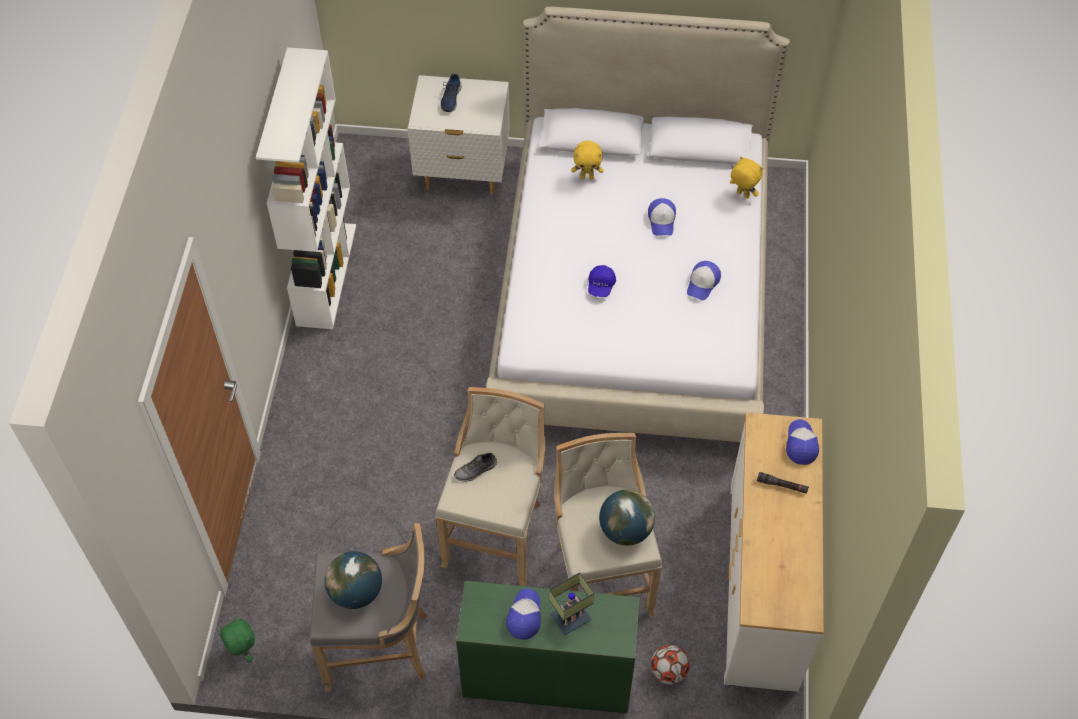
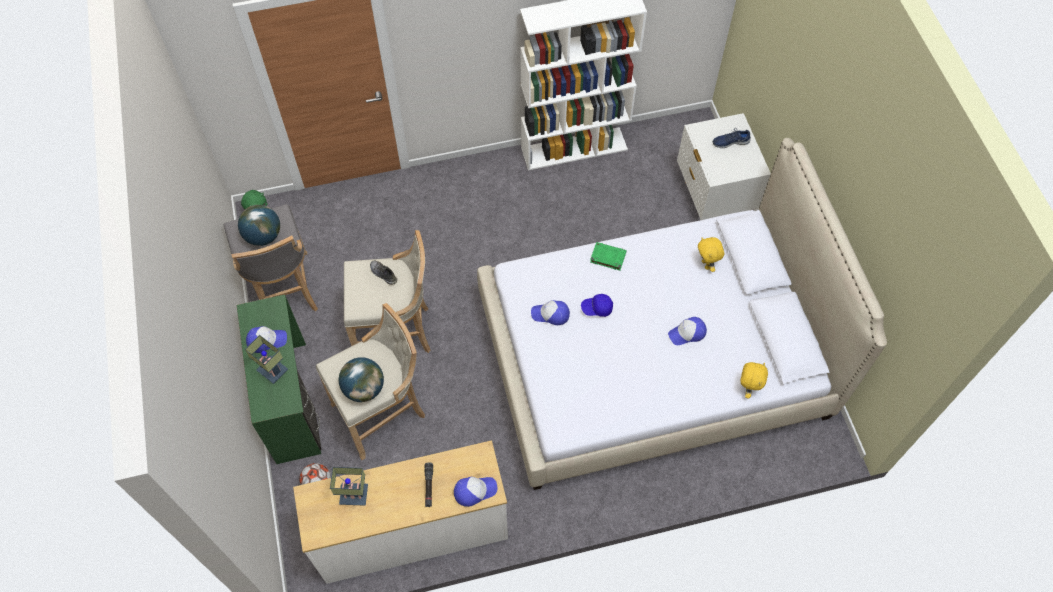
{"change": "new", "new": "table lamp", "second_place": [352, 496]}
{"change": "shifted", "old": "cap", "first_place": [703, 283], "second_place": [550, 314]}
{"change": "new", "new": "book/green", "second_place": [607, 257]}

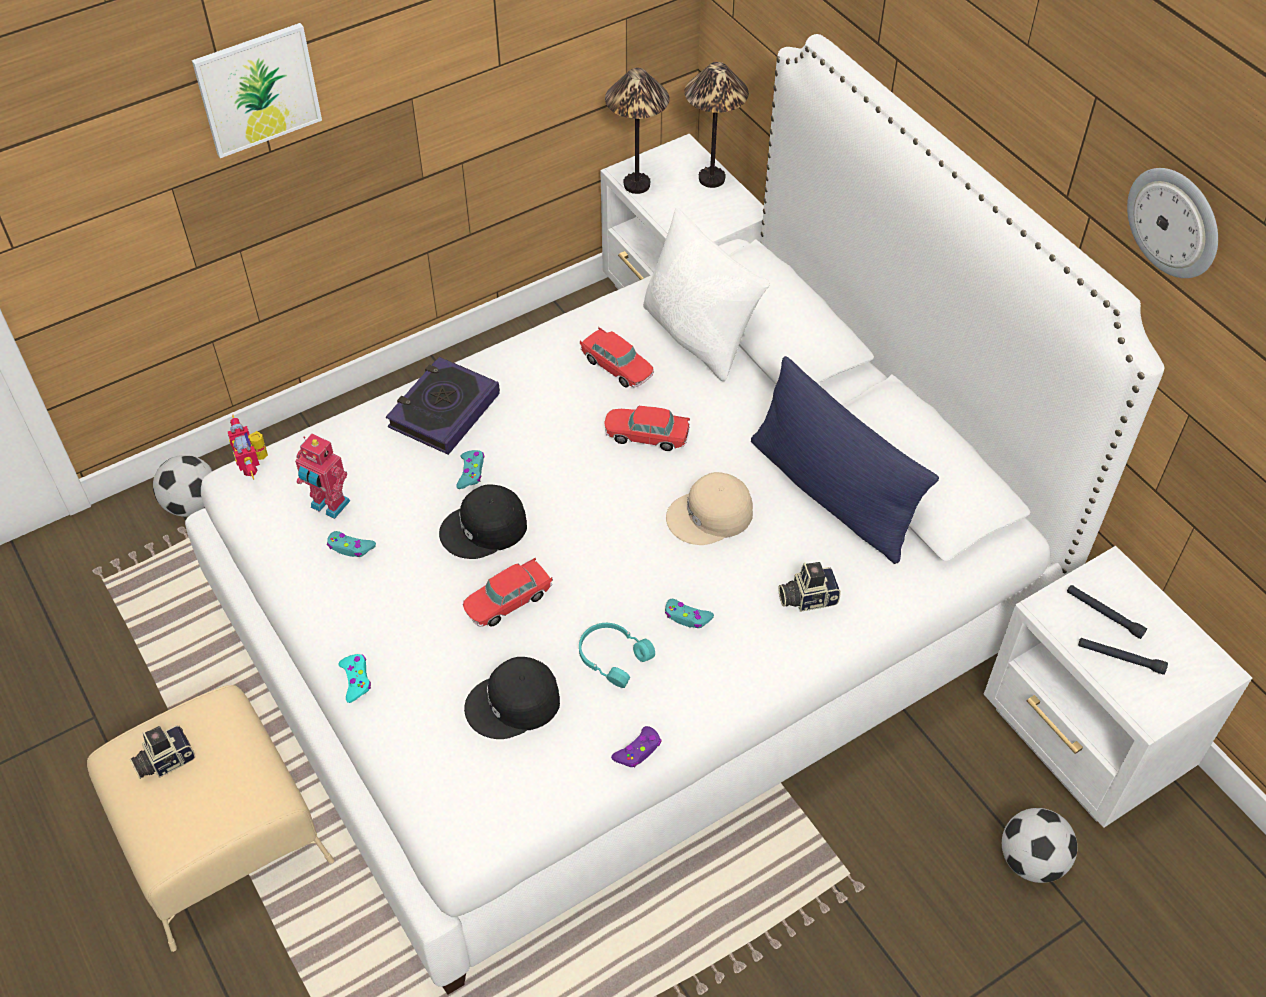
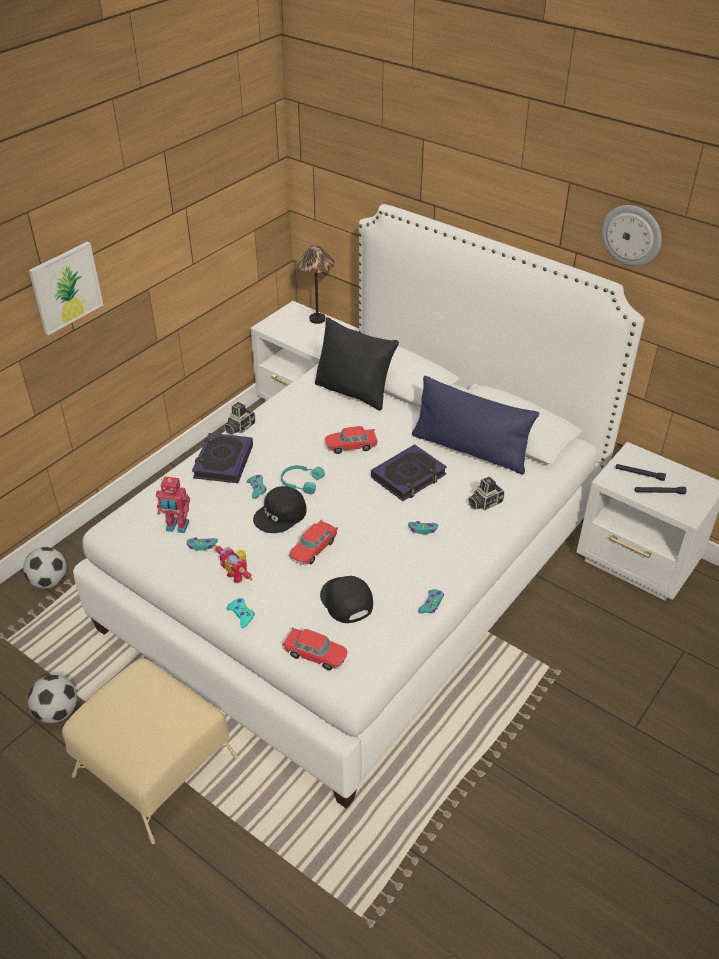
{"change": "shifted", "old": "football", "first_place": [1031, 860], "second_place": [57, 712]}
{"change": "shifted", "old": "toy robot", "first_place": [254, 464], "second_place": [237, 575]}
{"change": "shifted", "old": "photo camera", "first_place": [164, 760], "second_place": [239, 427]}
{"change": "shifted", "old": "headphones/turquoise", "first_place": [613, 656], "second_place": [301, 482]}
{"change": "shifted", "old": "toy car", "first_place": [617, 367], "second_place": [315, 655]}
{"change": "repainted", "old": "pillow/white", "new": "pillow/black", "first_place": [698, 336], "second_place": [354, 392]}
{"change": "rotated", "old": "cap/black", "first_place": [514, 704], "second_place": [345, 601], "degrees": 105}
{"change": "swapped", "old": "cap/beige", "new": "book", "first_place": [710, 516], "second_place": [409, 477]}
{"change": "repainted", "old": "game controller/purple", "new": "game controller/turquoise", "first_place": [638, 751], "second_place": [431, 604]}
{"change": "gone", "old": "table lamp", "first_place": [636, 185]}

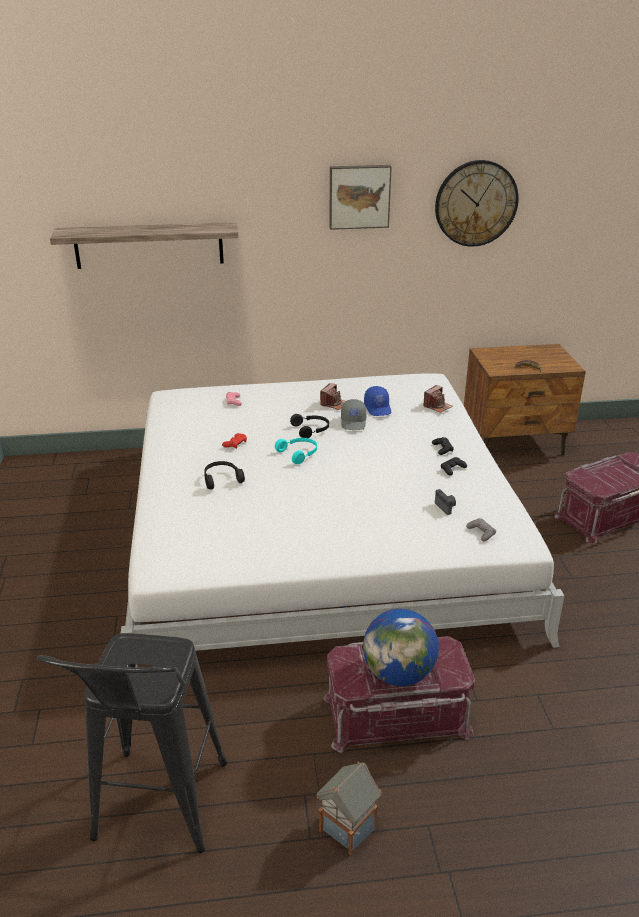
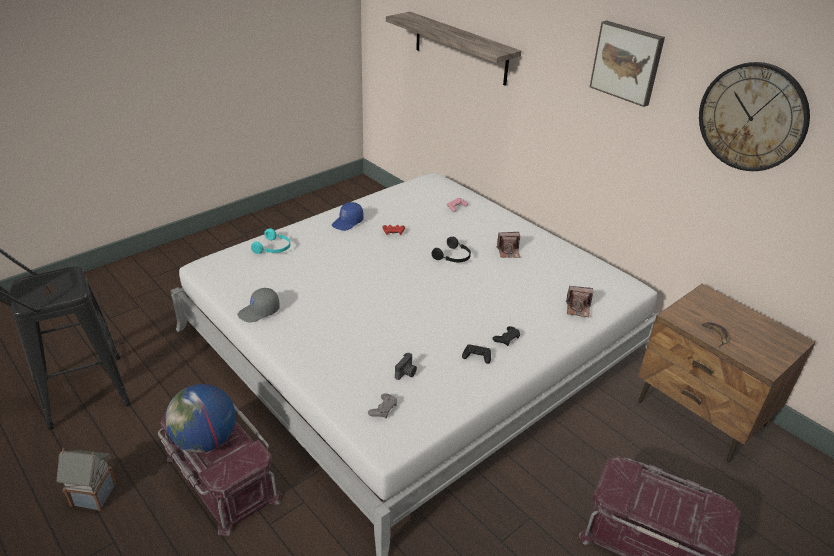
{"change": "shifted", "old": "cap/grey", "first_place": [354, 422], "second_place": [259, 312]}
{"change": "shifted", "old": "headphones/turquoise", "first_place": [299, 453], "second_place": [274, 248]}
{"change": "shifted", "old": "cap/blue", "first_place": [378, 408], "second_place": [348, 222]}
{"change": "gone", "old": "headphones/black", "first_place": [221, 479]}

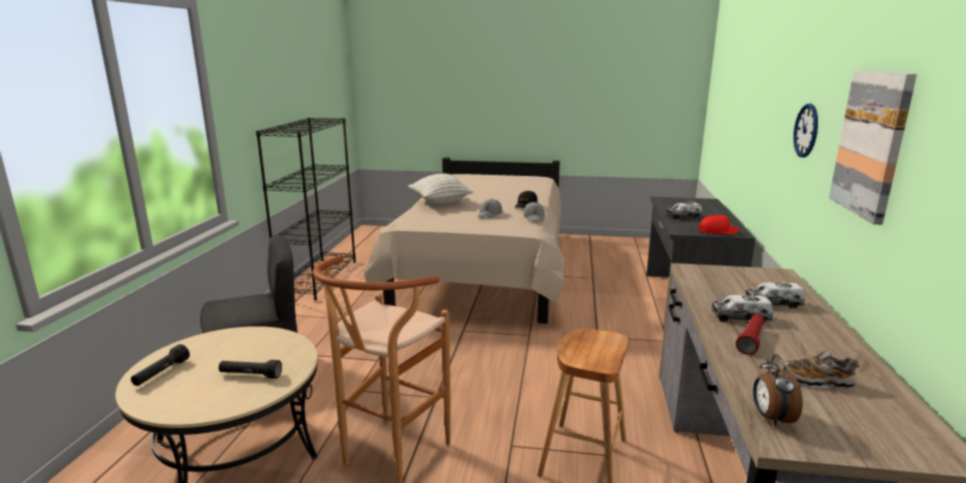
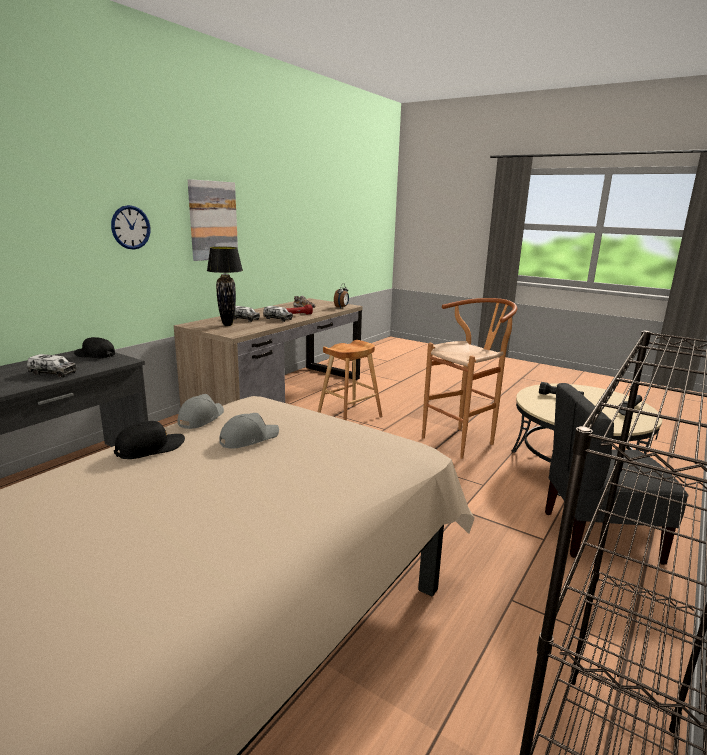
{"change": "repainted", "old": "cap/red", "new": "cap/black", "first_place": [718, 231], "second_place": [95, 355]}
{"change": "new", "new": "table lamp/black", "second_place": [227, 325]}
{"change": "gone", "old": "pillow", "first_place": [440, 203]}

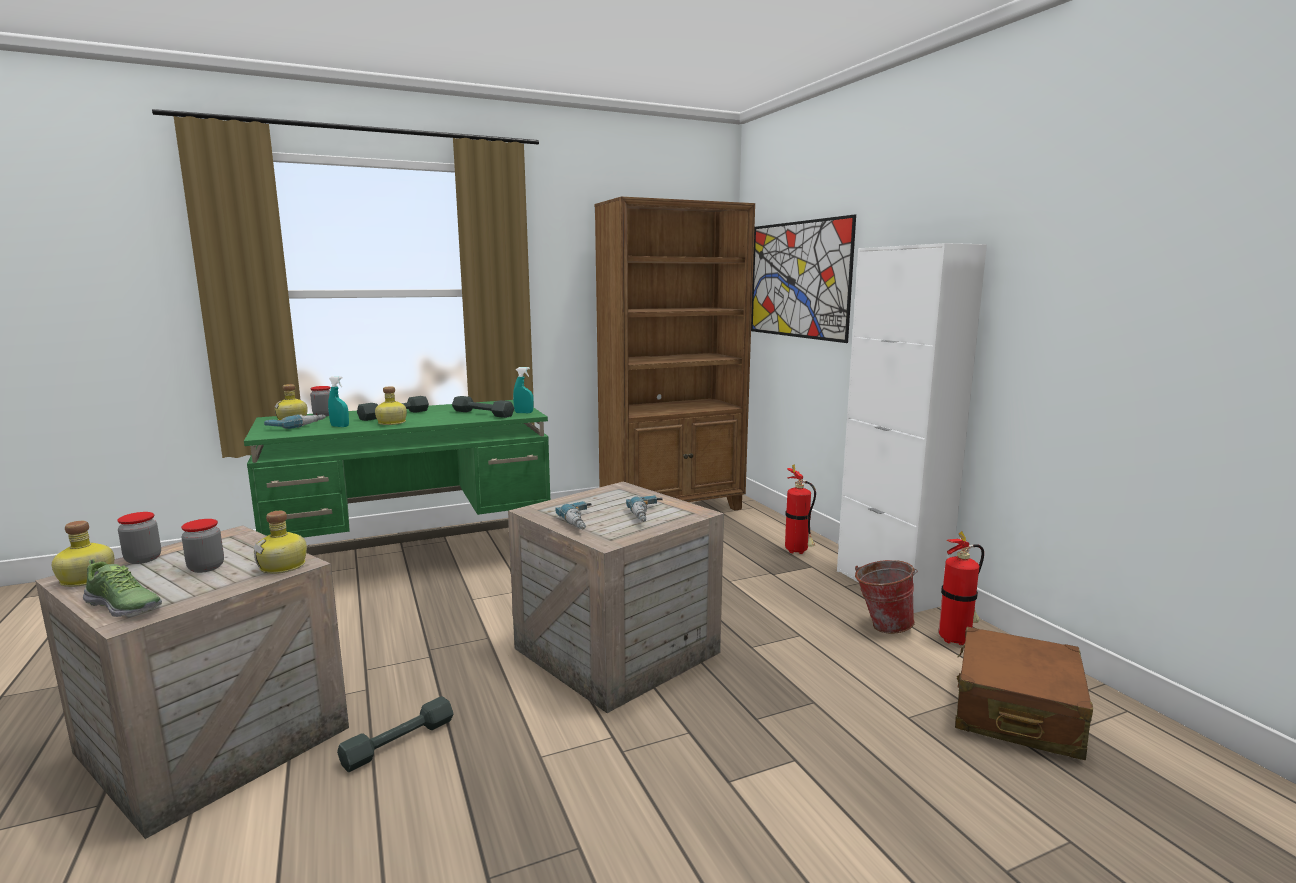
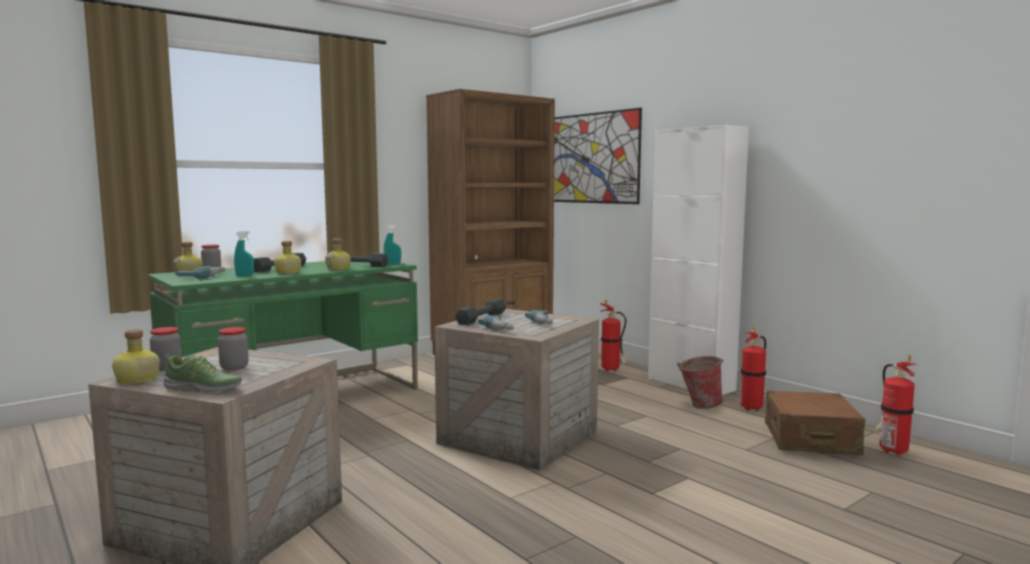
{"change": "shifted", "old": "bottle", "first_place": [284, 566], "second_place": [339, 269]}
{"change": "shifted", "old": "dumbbell/grey", "first_place": [398, 742], "second_place": [481, 318]}
{"change": "new", "new": "fire extinguisher", "second_place": [891, 450]}

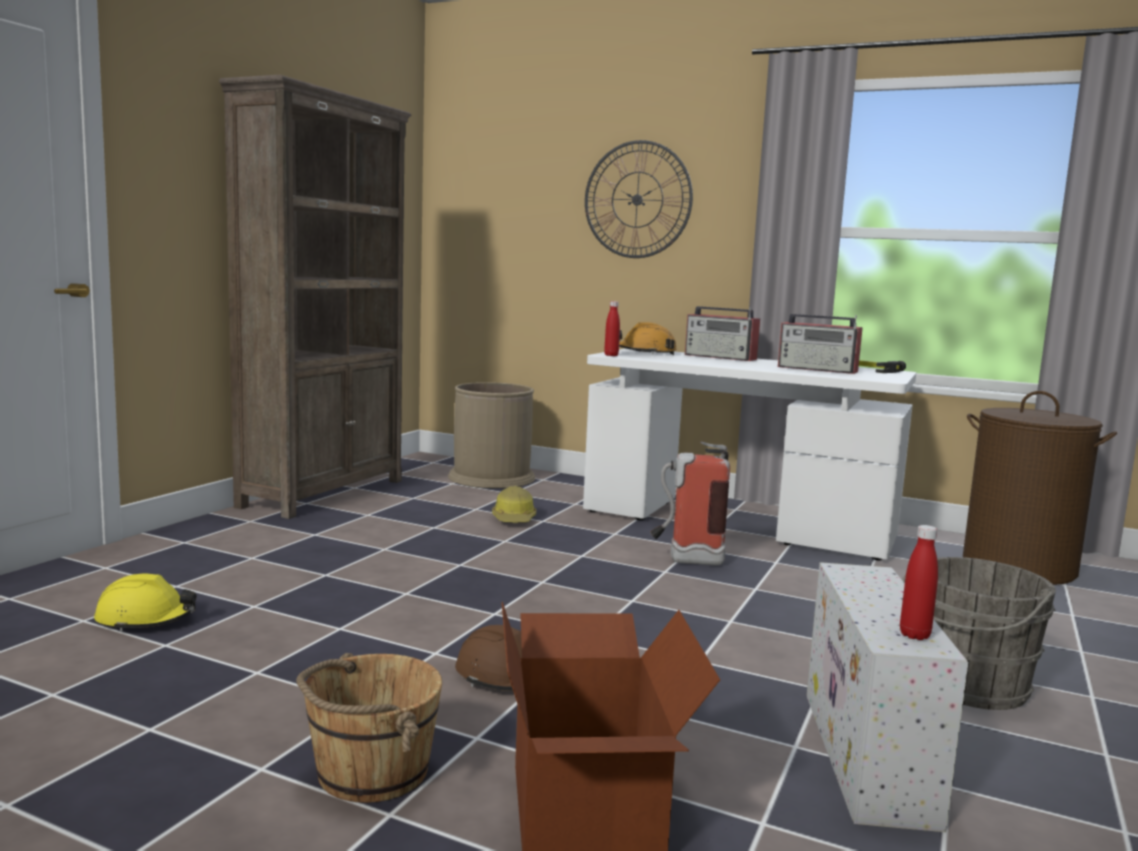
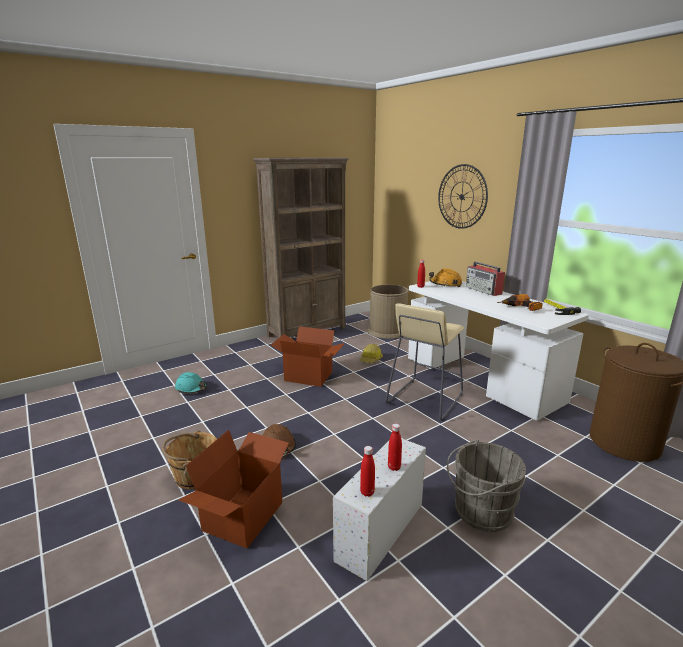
{"change": "repainted", "old": "hard hat/yellow", "new": "hard hat/turquoise", "first_place": [145, 619], "second_place": [191, 388]}
{"change": "new", "new": "cardboard box", "second_place": [309, 376]}
{"change": "swapped", "old": "fire extinguisher", "new": "stool/beige", "first_place": [685, 561], "second_place": [424, 399]}
{"change": "new", "new": "bottle/red", "second_place": [394, 467]}
{"change": "swapped", "old": "radio", "new": "power drill", "first_place": [818, 369], "second_place": [521, 308]}

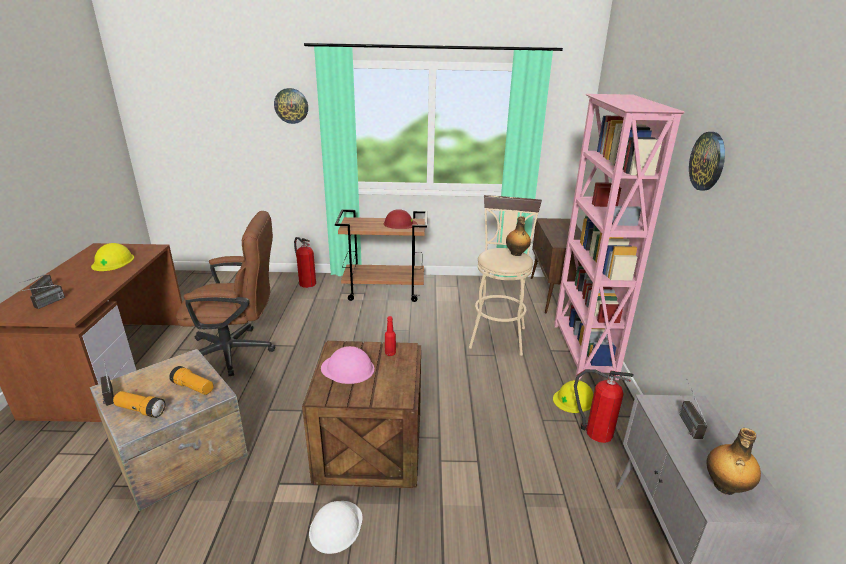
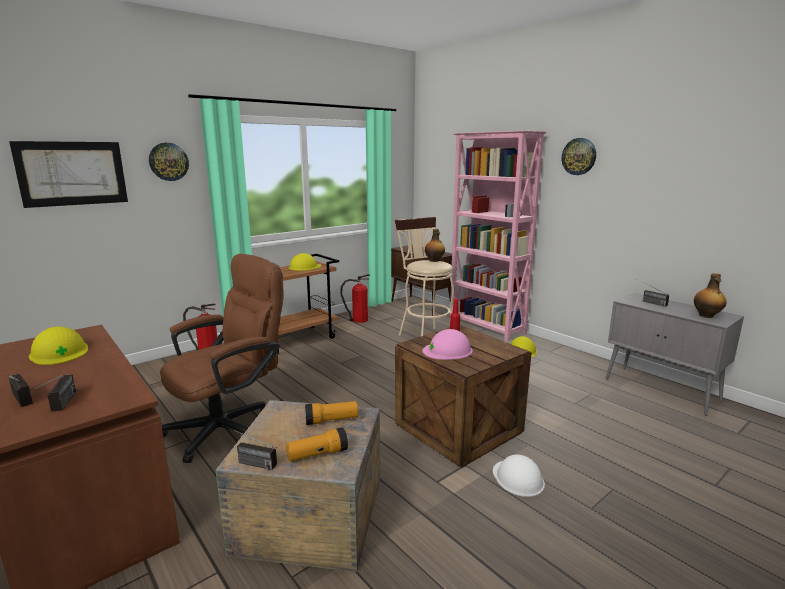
{"change": "new", "new": "picture", "second_place": [72, 173]}
{"change": "repainted", "old": "hard hat/red", "new": "hard hat/yellow", "first_place": [400, 223], "second_place": [304, 267]}
{"change": "shifted", "old": "fire extinguisher", "first_place": [596, 432], "second_place": [358, 320]}

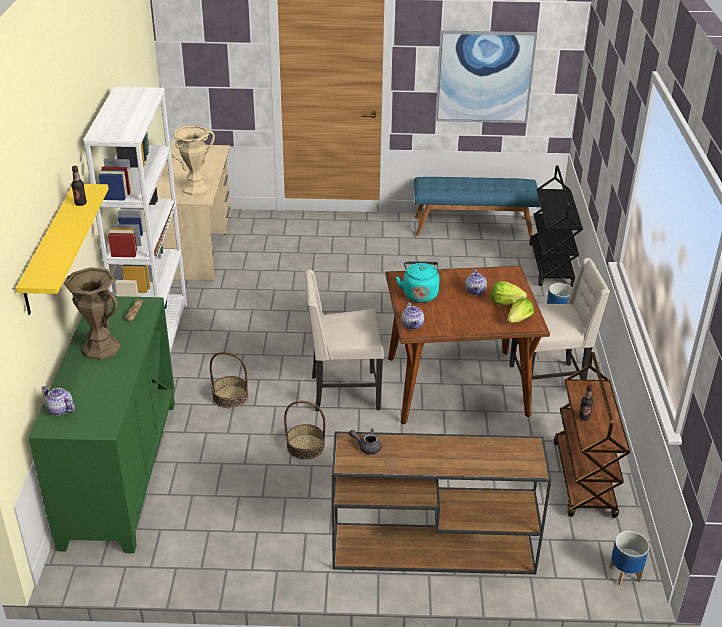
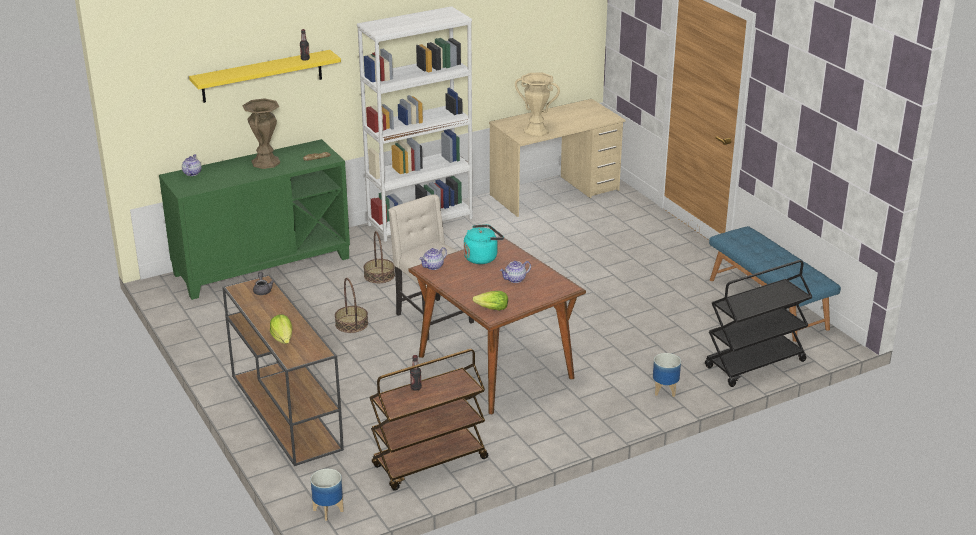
{"change": "shifted", "old": "lettuce", "first_place": [505, 302], "second_place": [283, 339]}
{"change": "gone", "old": "picture", "first_place": [484, 77]}
{"change": "gone", "old": "chair/beige", "first_place": [548, 382]}

